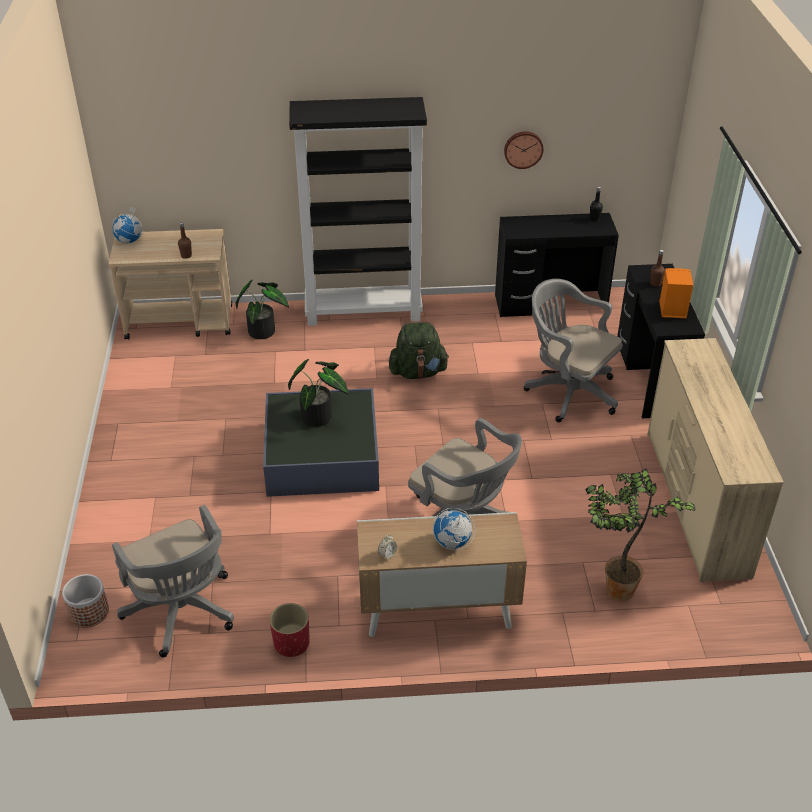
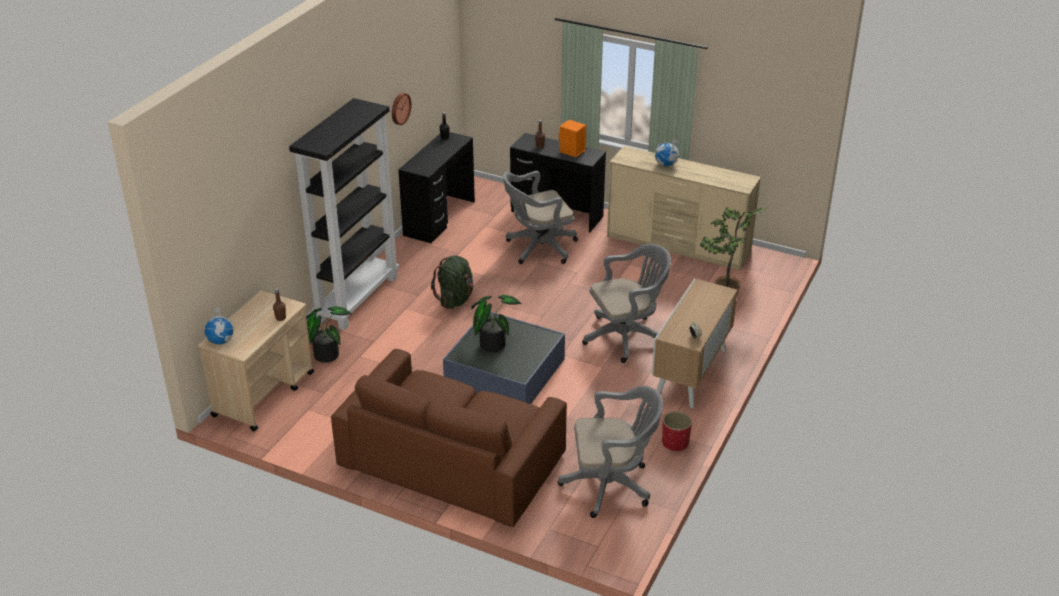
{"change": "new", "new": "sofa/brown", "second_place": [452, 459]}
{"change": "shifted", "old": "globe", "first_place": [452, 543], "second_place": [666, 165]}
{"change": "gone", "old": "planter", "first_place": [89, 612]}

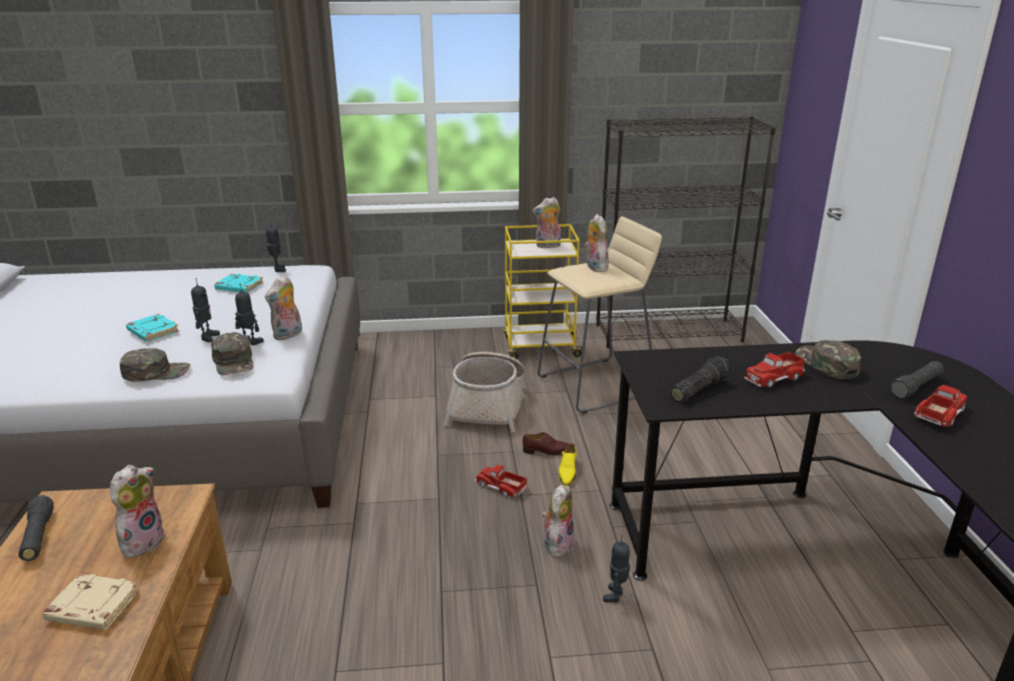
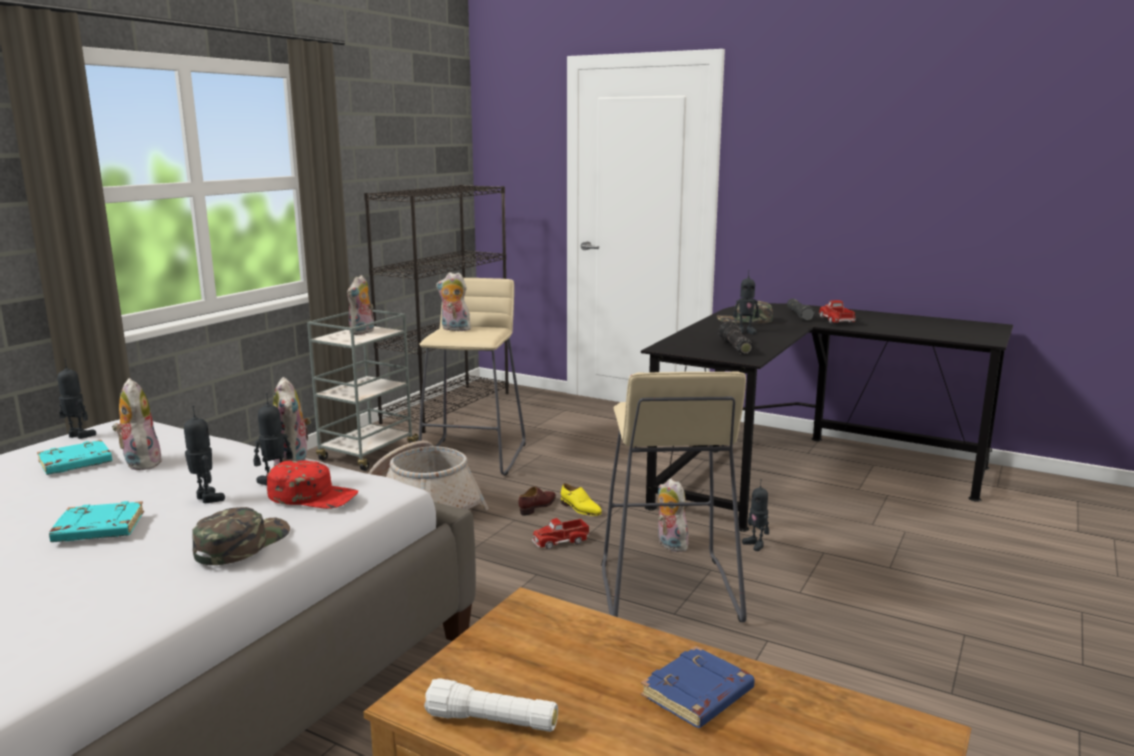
{"change": "shifted", "old": "plush toy", "first_place": [142, 541], "second_place": [140, 463]}
{"change": "repainted", "old": "cap/green", "new": "cap/red", "first_place": [234, 361], "second_place": [313, 495]}
{"change": "repainted", "old": "cart/yellow", "new": "cart/grey", "first_place": [540, 347], "second_place": [367, 454]}
{"change": "repainted", "old": "flashlight/black", "new": "flashlight/white", "first_place": [38, 536], "second_place": [492, 721]}
{"change": "new", "new": "stool/beige", "second_place": [666, 591]}
{"change": "repainted", "old": "book/beige", "new": "book/blue", "first_place": [92, 607], "second_place": [698, 695]}
{"change": "swapped", "old": "toy truck", "new": "toy robot", "first_place": [773, 378], "second_place": [745, 332]}

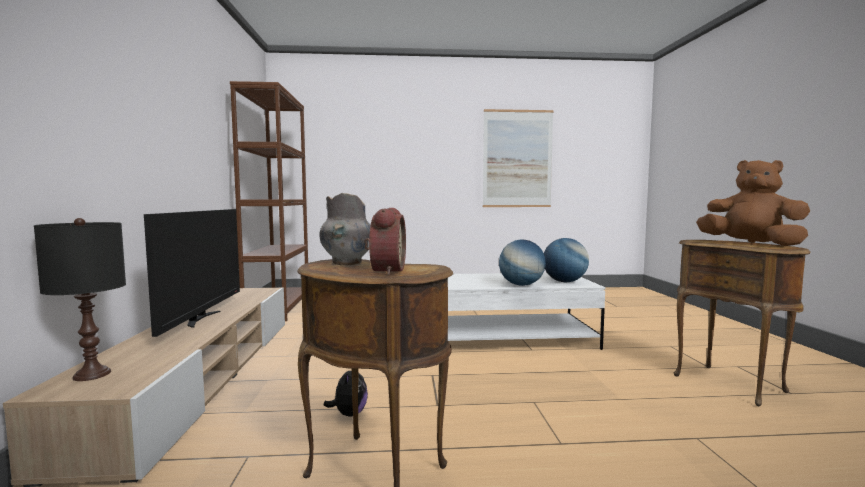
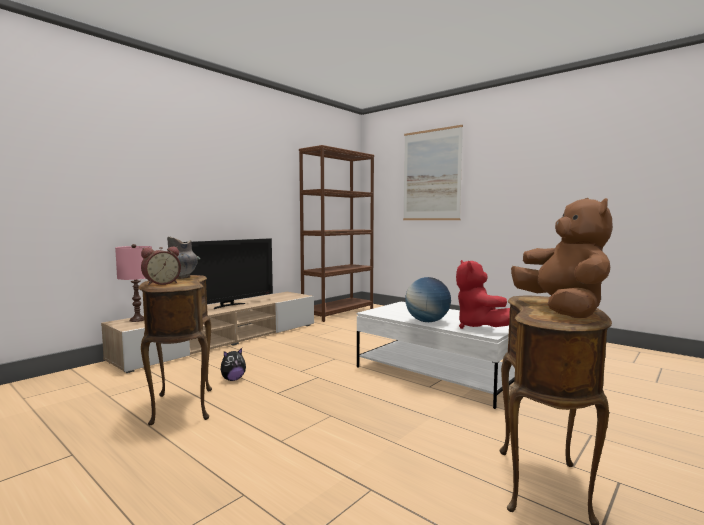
{"change": "repainted", "old": "table lamp/black", "new": "table lamp/pink", "first_place": [92, 374], "second_place": [137, 320]}
{"change": "shifted", "old": "picture", "first_place": [517, 159], "second_place": [431, 175]}
{"change": "swapped", "old": "globe", "new": "plush toy/red", "first_place": [564, 282], "second_place": [479, 327]}

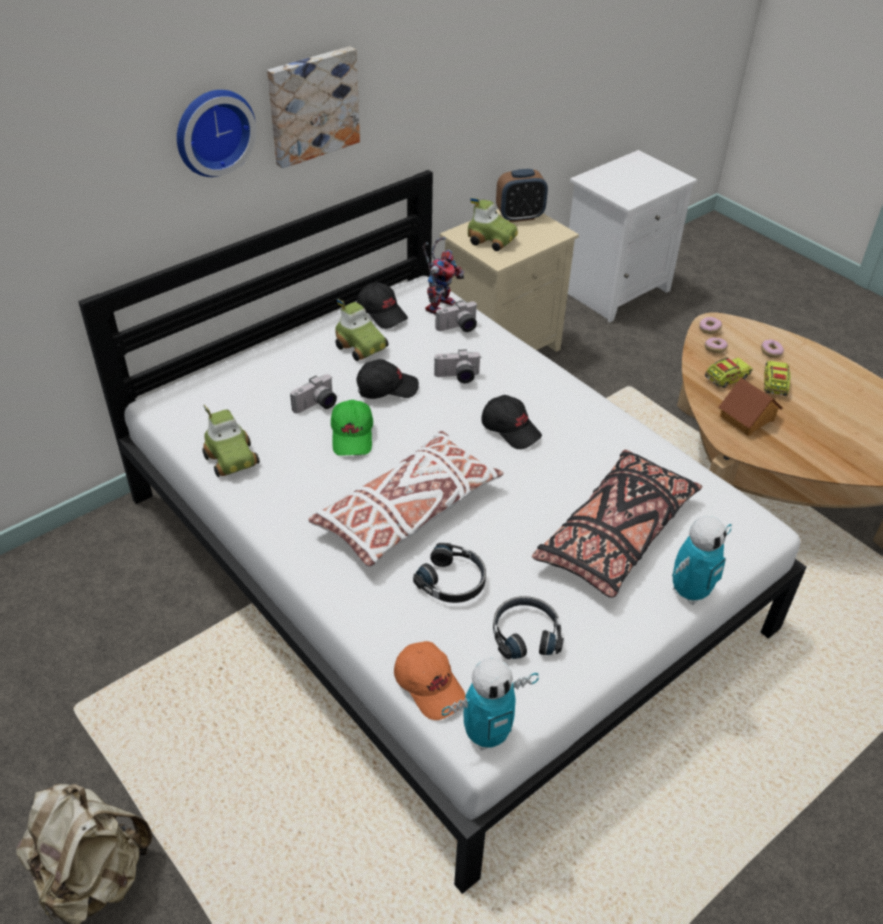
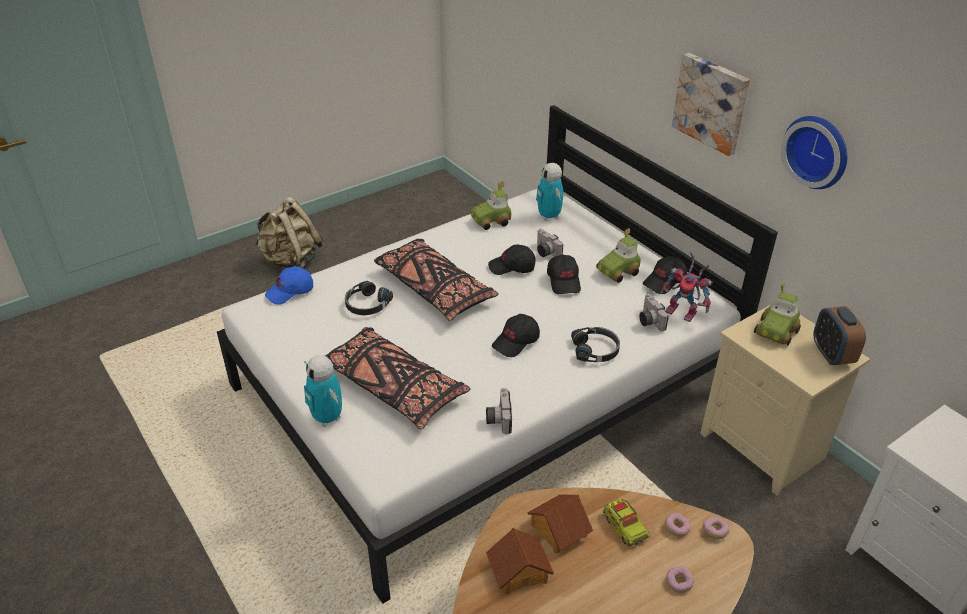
{"change": "repainted", "old": "cap/orange", "new": "cap/blue", "first_place": [430, 685], "second_place": [290, 292]}
{"change": "repainted", "old": "pillow/white", "new": "pillow/black", "first_place": [407, 511], "second_place": [434, 289]}
{"change": "shifted", "old": "photo camera", "first_place": [457, 377], "second_place": [498, 418]}
{"change": "new", "new": "toy house", "second_place": [519, 570]}
{"change": "repainted", "old": "cap/green", "new": "cap/black", "first_place": [353, 436], "second_place": [512, 267]}
{"change": "shifted", "old": "toy robot", "first_place": [487, 735], "second_place": [549, 216]}
{"change": "shifted", "old": "headphones/black", "first_place": [525, 633], "second_place": [595, 350]}
{"change": "shifted", "old": "wall clock", "first_place": [212, 131], "second_place": [818, 151]}
{"change": "gone", "old": "toy truck", "first_place": [775, 384]}

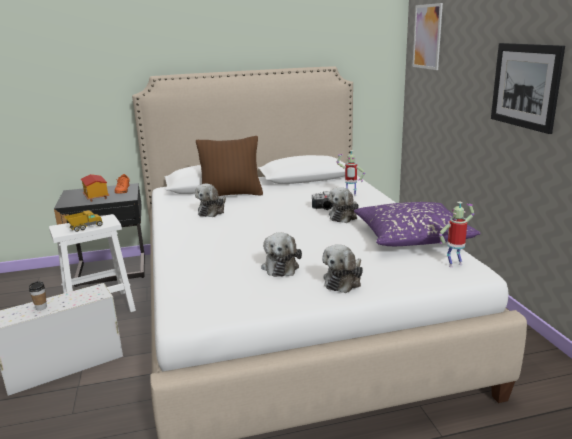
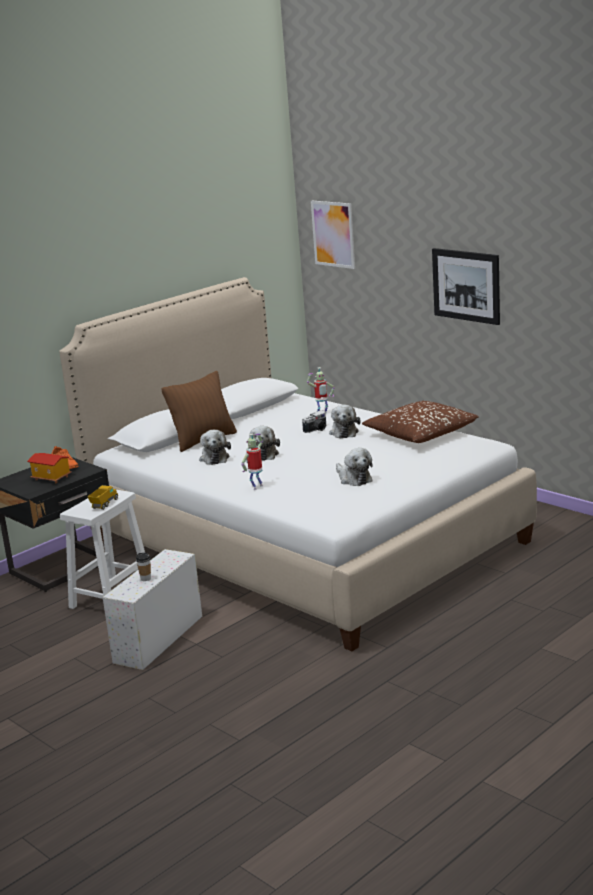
{"change": "shifted", "old": "toy robot", "first_place": [454, 264], "second_place": [256, 486]}
{"change": "shifted", "old": "plush toy", "first_place": [344, 281], "second_place": [264, 454]}
{"change": "repainted", "old": "pillow/purple", "new": "pillow/brown", "first_place": [412, 237], "second_place": [420, 434]}

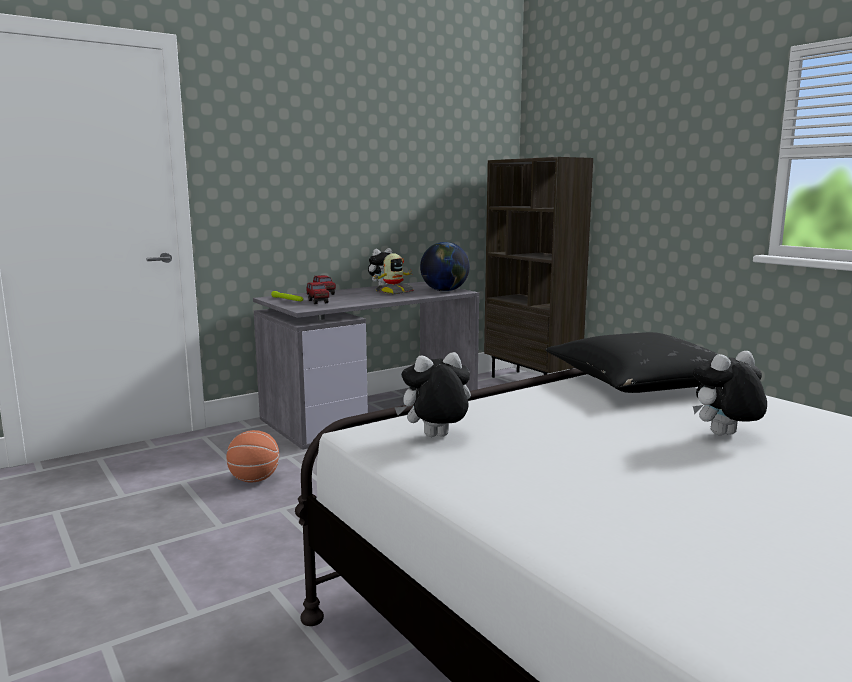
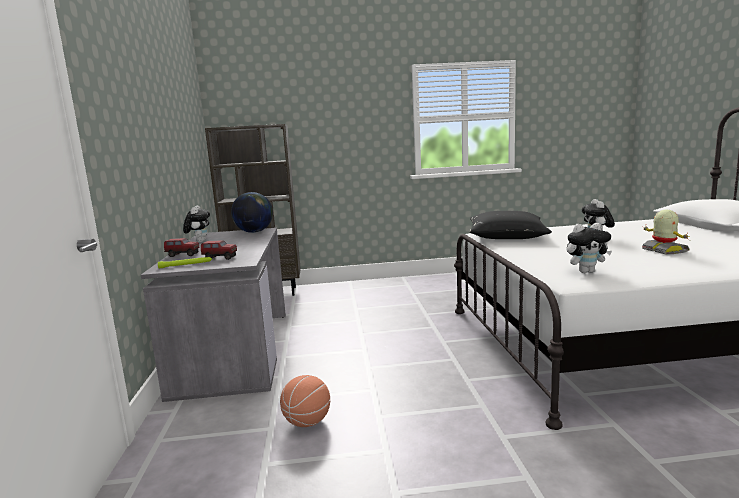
{"change": "rotated", "old": "plush toy", "first_place": [435, 438], "second_place": [586, 271], "degrees": -105}
{"change": "shifted", "old": "toy robot", "first_place": [394, 292], "second_place": [664, 251]}

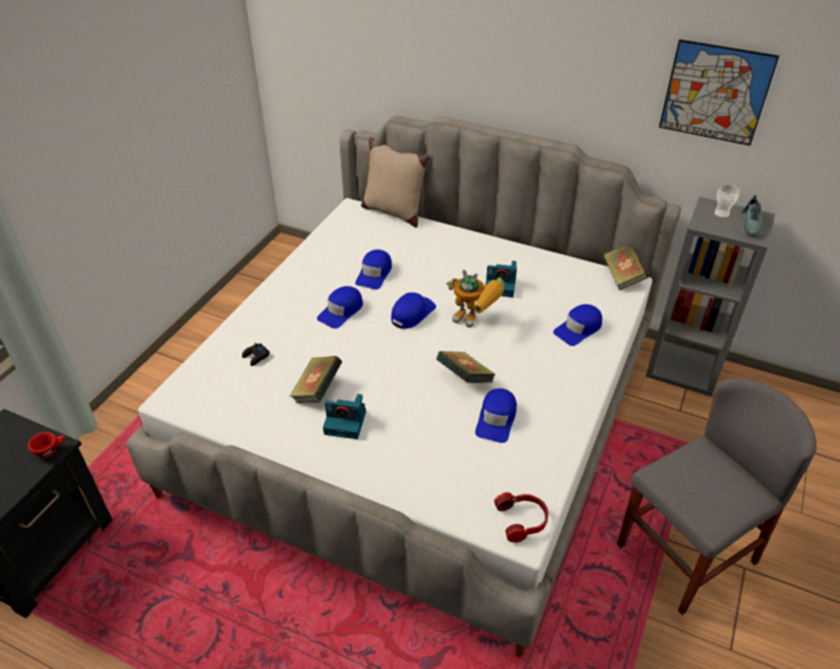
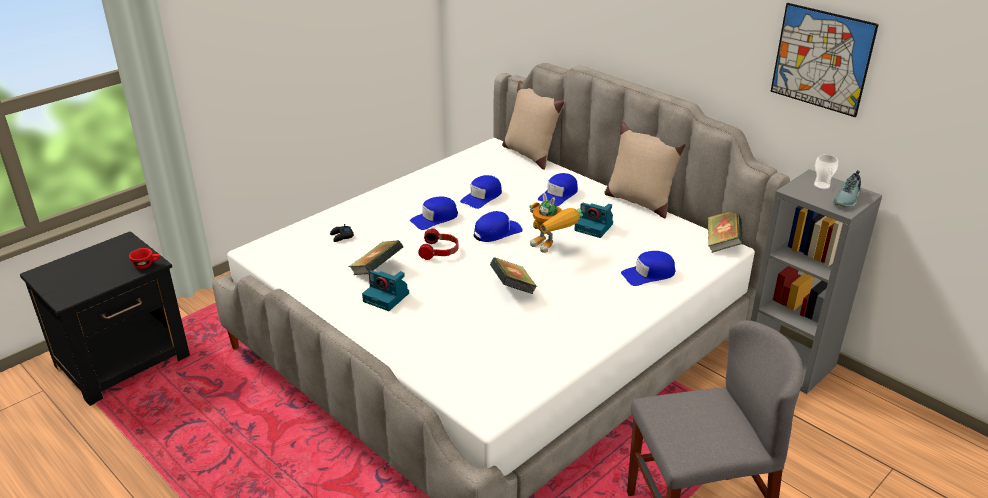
{"change": "shifted", "old": "headphones", "first_place": [522, 520], "second_place": [440, 251]}
{"change": "shifted", "old": "cap/blue", "first_place": [496, 419], "second_place": [559, 195]}
{"change": "new", "new": "pillow/beige", "second_place": [639, 201]}

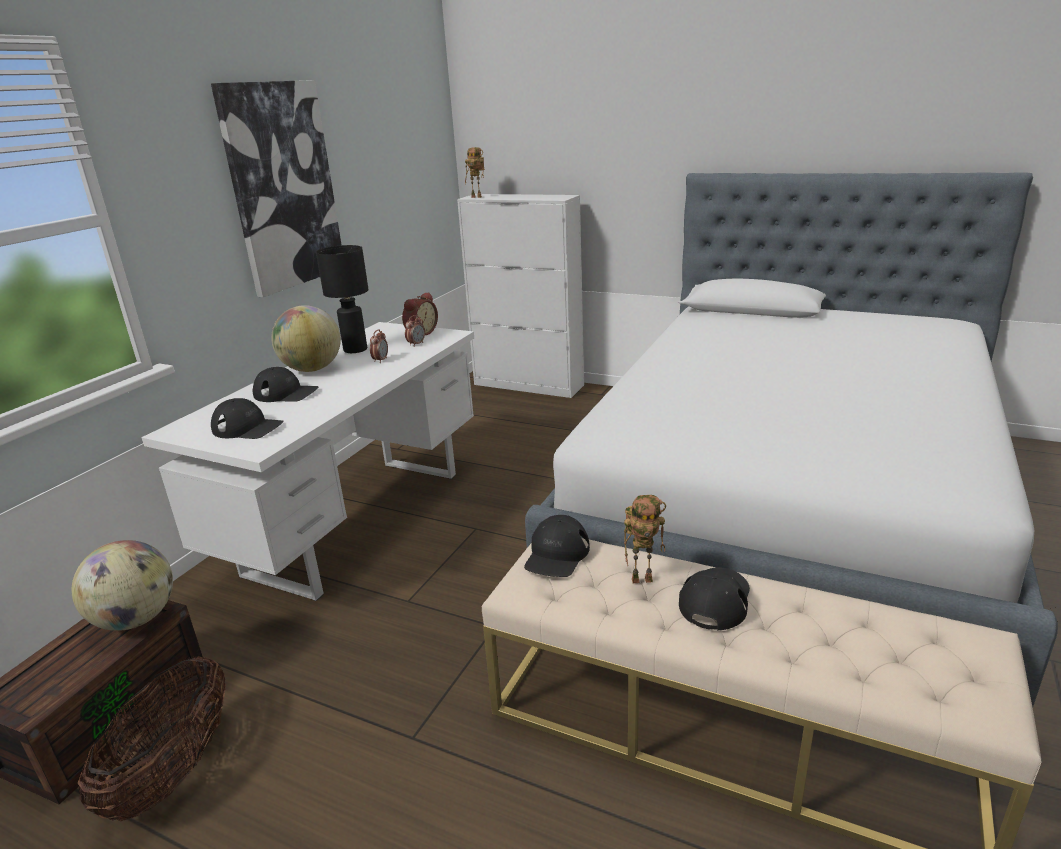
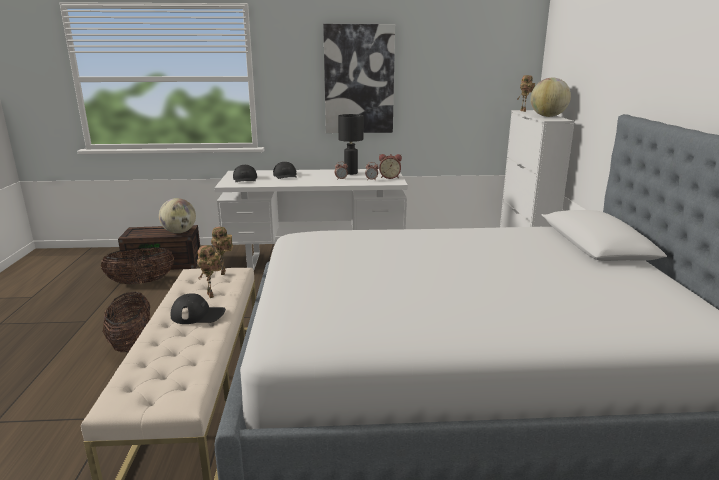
{"change": "new", "new": "basket", "second_place": [131, 342]}
{"change": "swapped", "old": "cap/black", "new": "toy robot", "first_place": [557, 554], "second_place": [224, 273]}
{"change": "shifted", "old": "globe", "first_place": [312, 369], "second_place": [547, 116]}

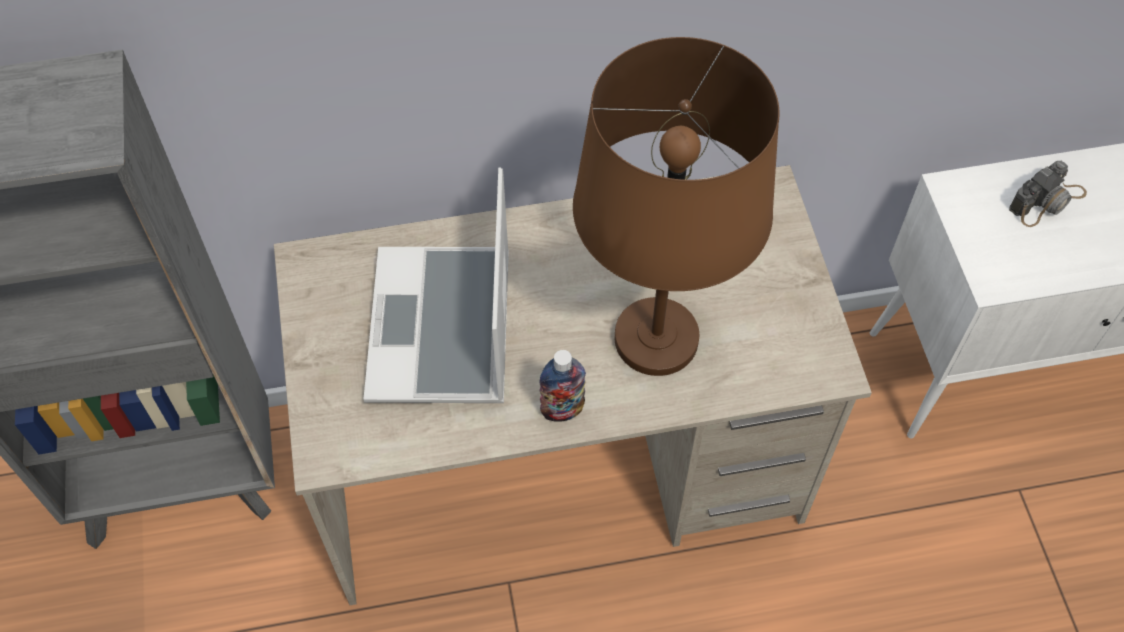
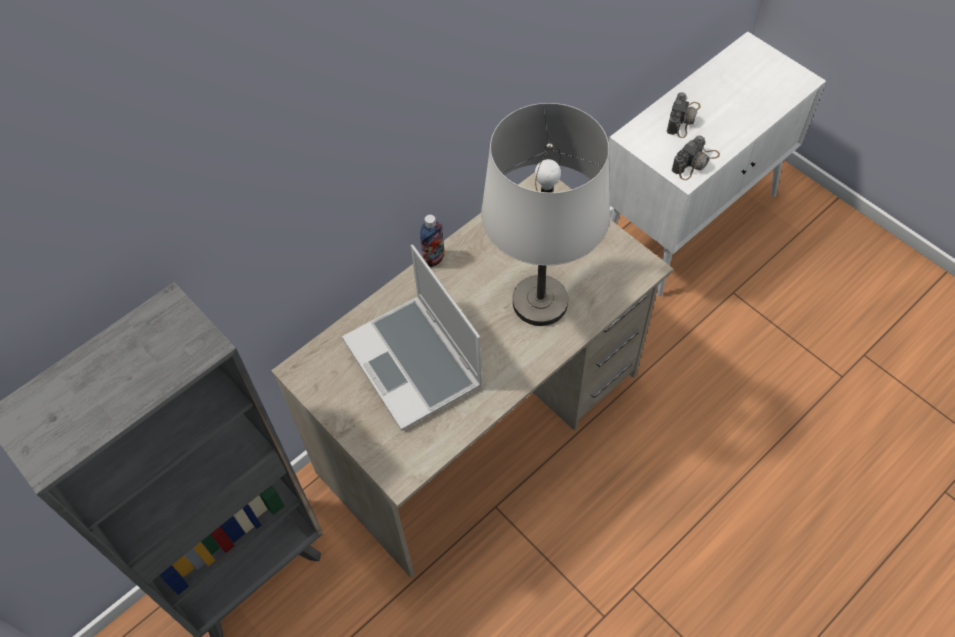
{"change": "shifted", "old": "bottle", "first_place": [562, 410], "second_place": [434, 258]}
{"change": "repainted", "old": "table lamp/brown", "new": "table lamp/white", "first_place": [657, 338], "second_place": [540, 301]}
{"change": "new", "new": "photo camera", "second_place": [695, 162]}

